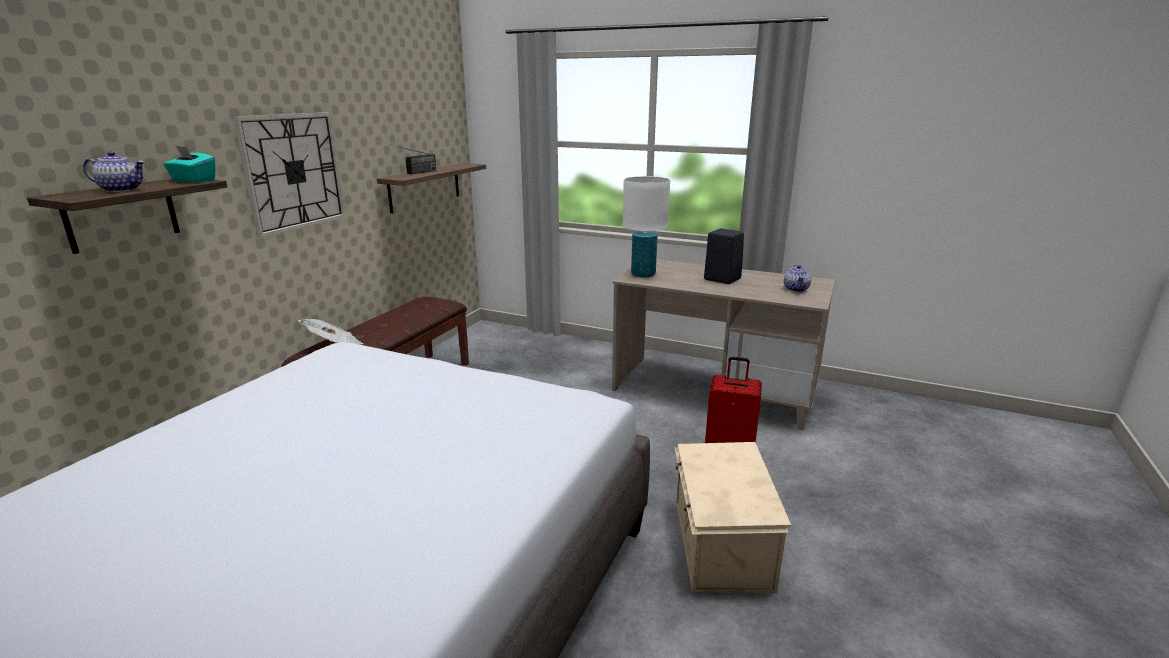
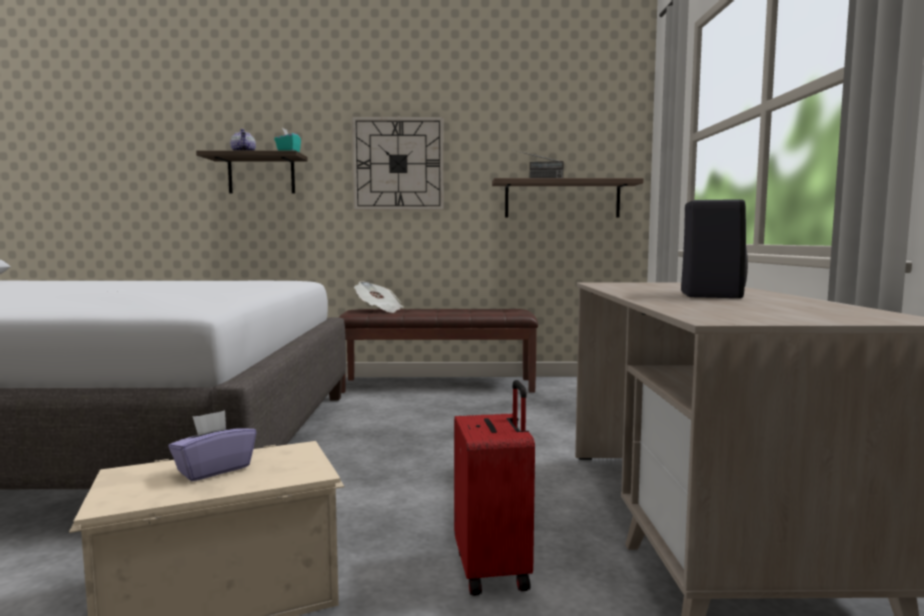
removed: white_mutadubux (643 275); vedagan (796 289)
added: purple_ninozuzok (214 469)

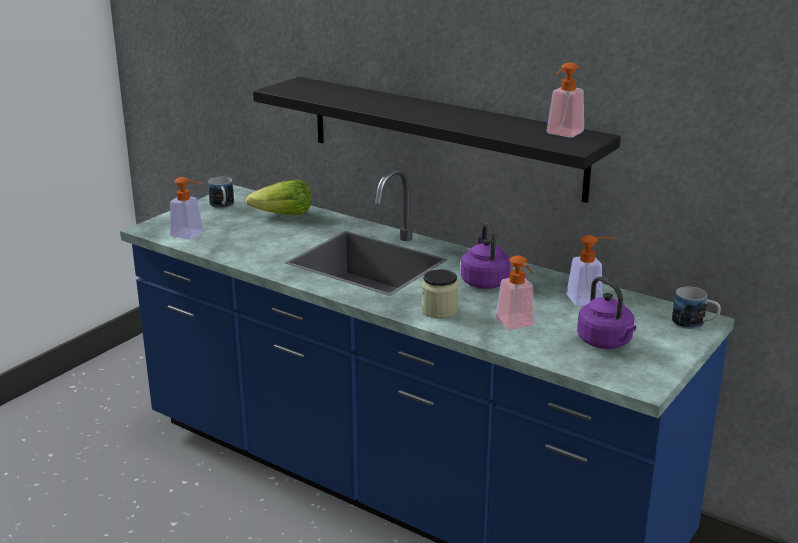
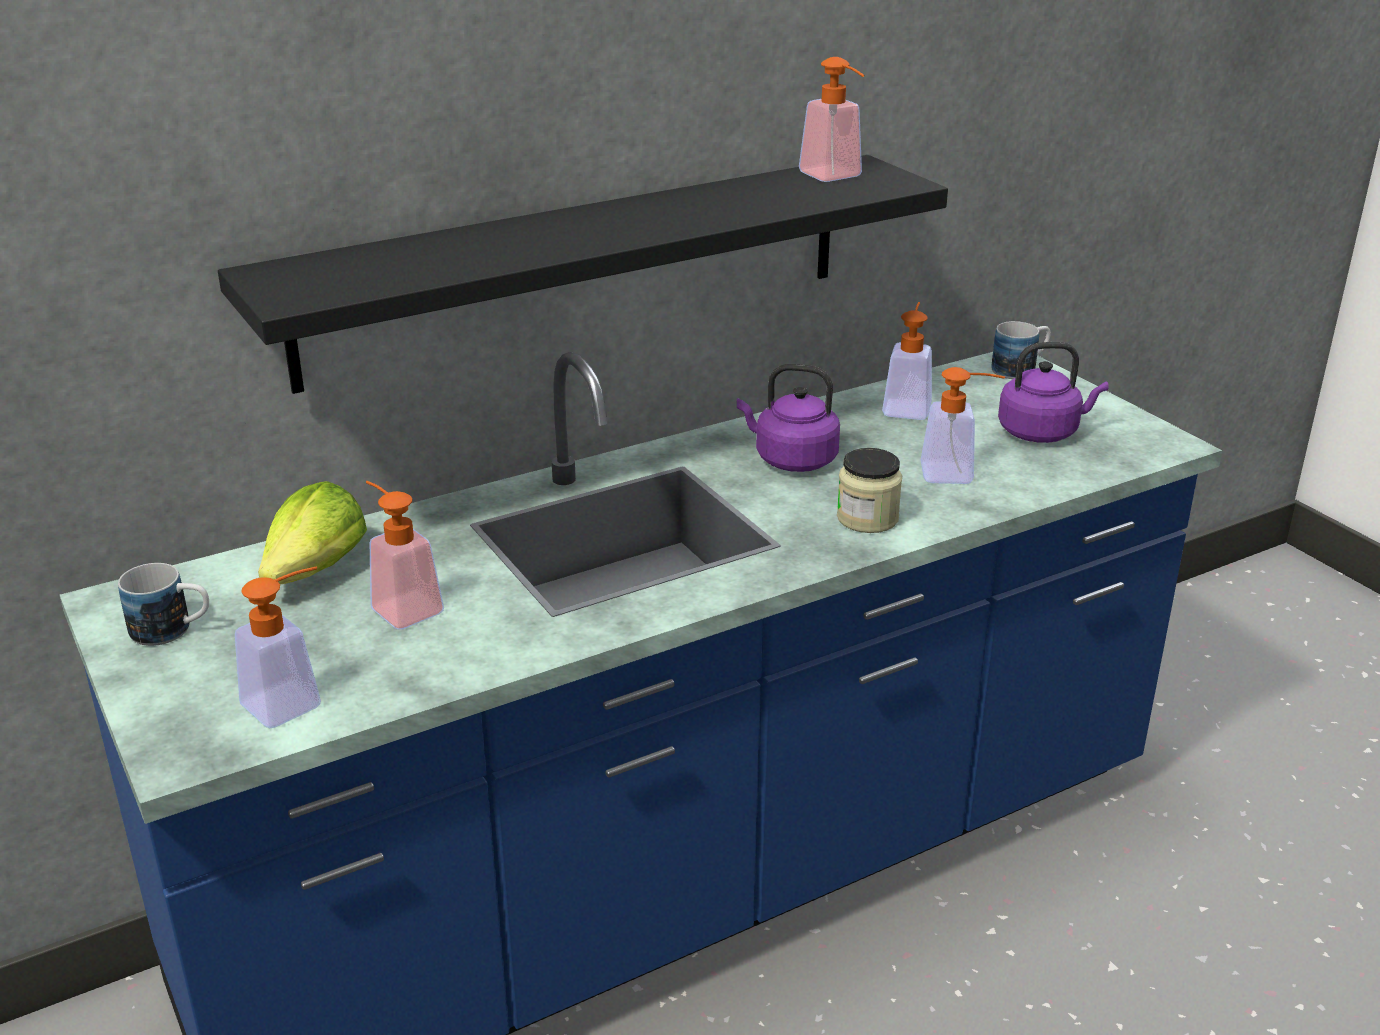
added: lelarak (401 606)

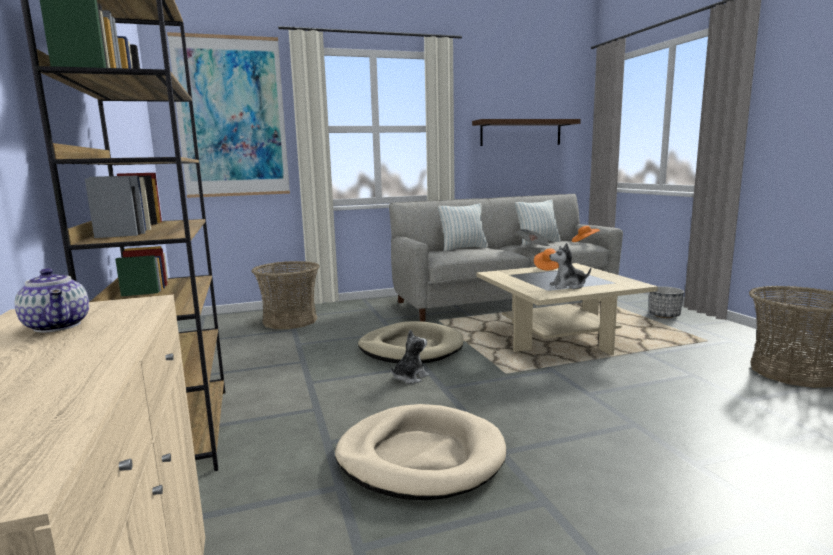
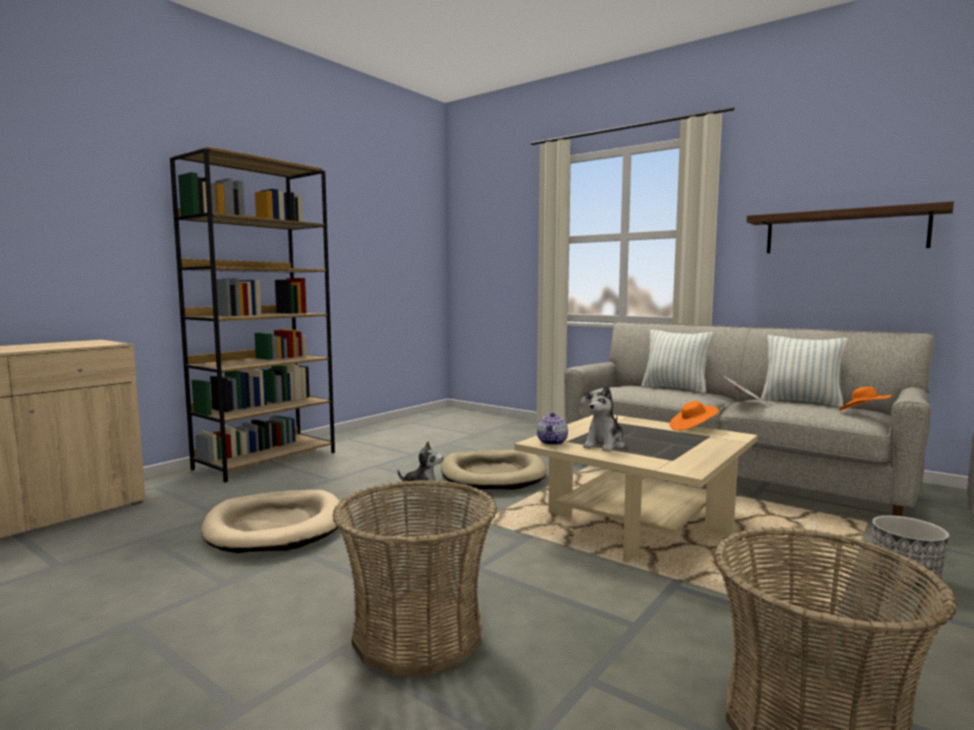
removed: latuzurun (232 118)
moved: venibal (290 321) to (418 634); vedagan (59 326) to (553 442)
turned: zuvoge (568 286) = (604 445) 105 degrees counterclockwise

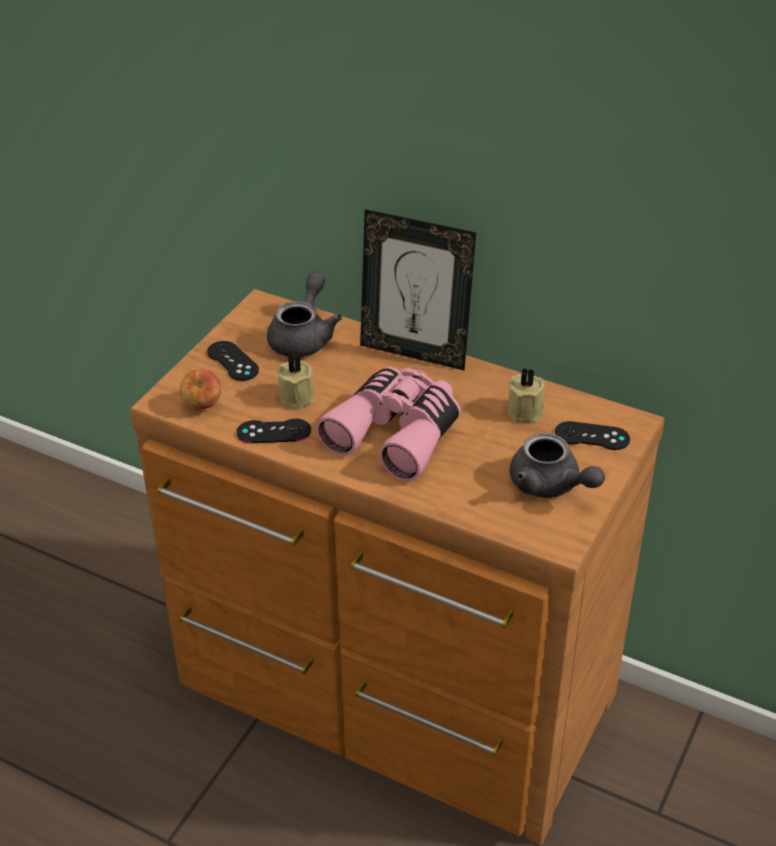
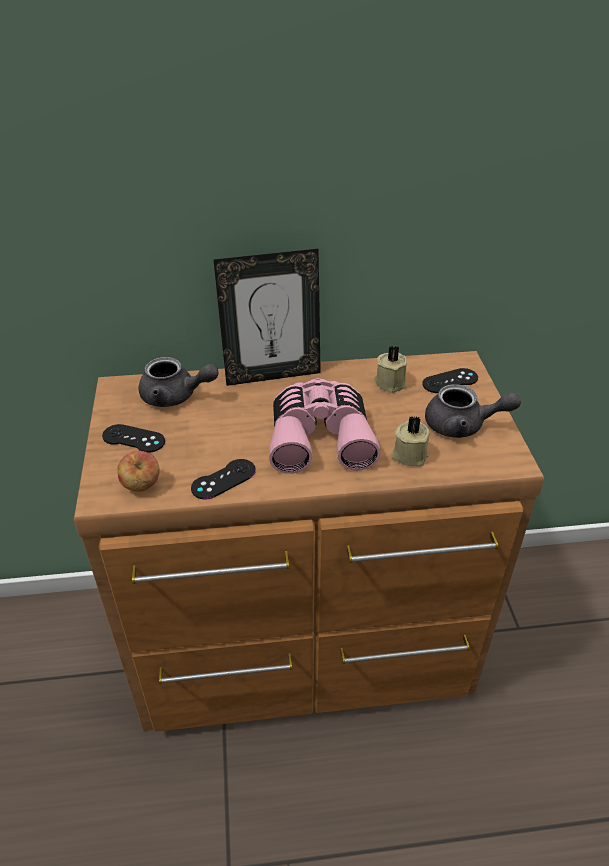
moved: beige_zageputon (298 396) to (409 454)
turned: grey_vedagan (304 337) = (175 396) 120 degrees clockwise

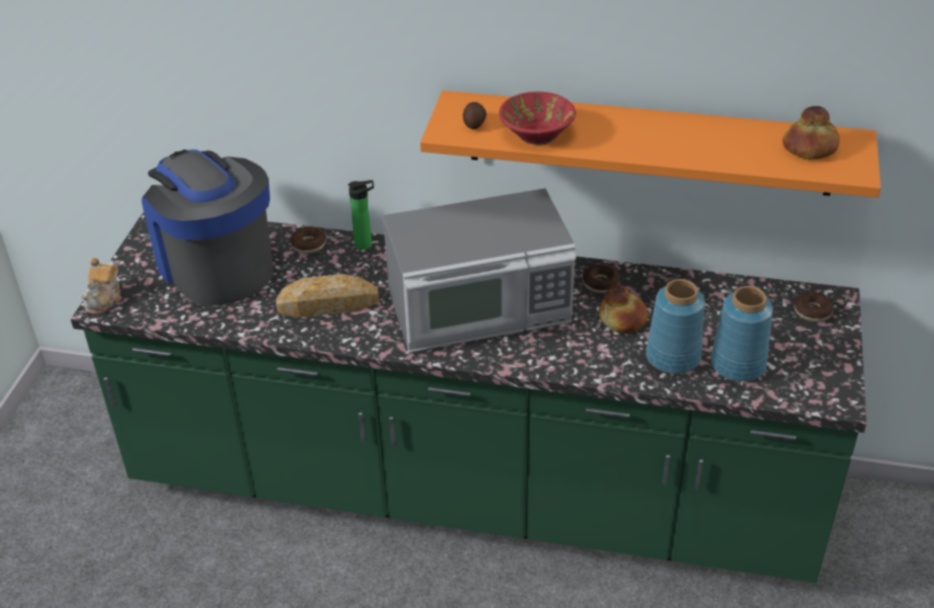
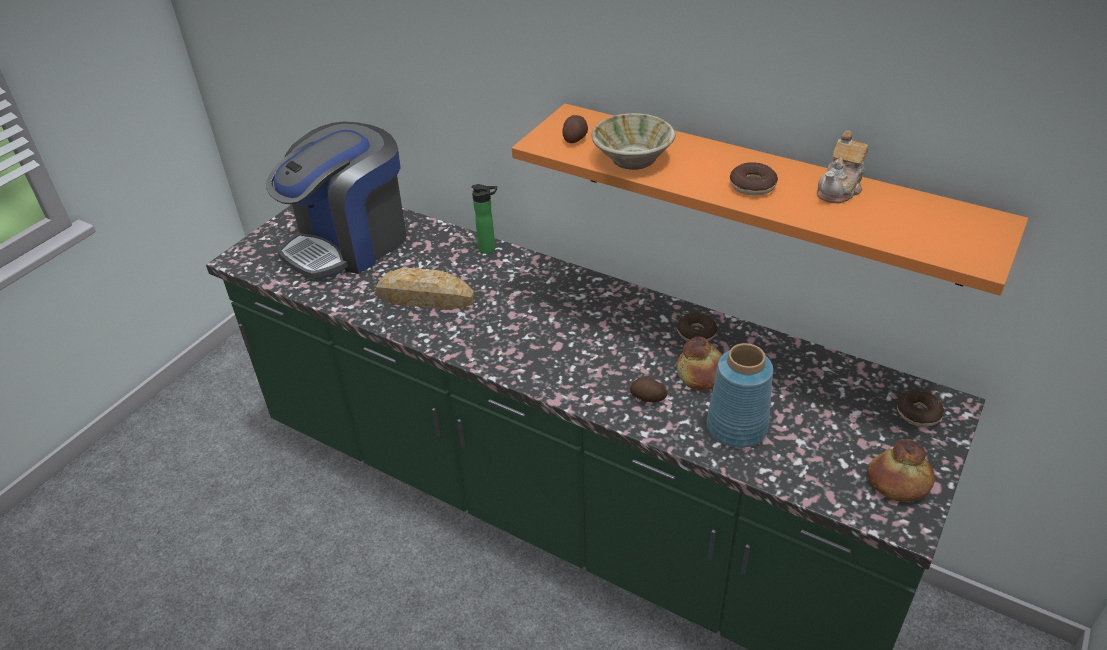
removed: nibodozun (480 308); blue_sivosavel (738 365)
added: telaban (647 398)
moved: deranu (810 148) to (899 482); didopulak (309 245) to (752 186); vedagan (105 299) to (840 189)
recoloured: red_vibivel (536 133) to beige_vibivel (632 158)
turned: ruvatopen (216 266) = (349 243) 120 degrees counterclockwise

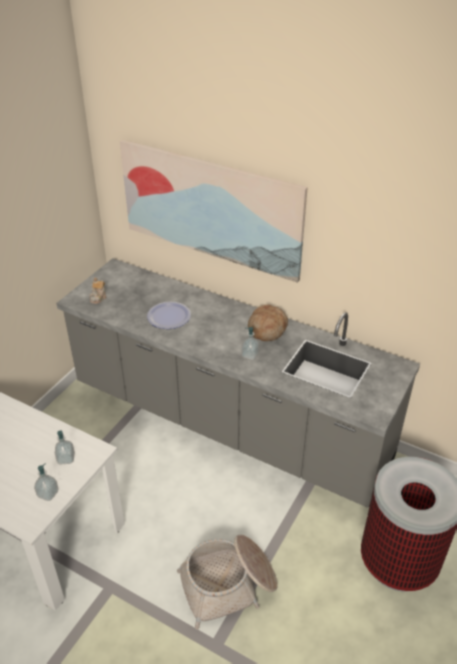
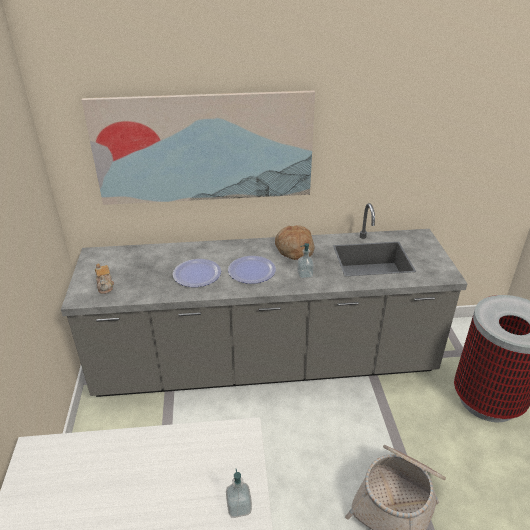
removed: lelarak (66 458)
added: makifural (252 270)

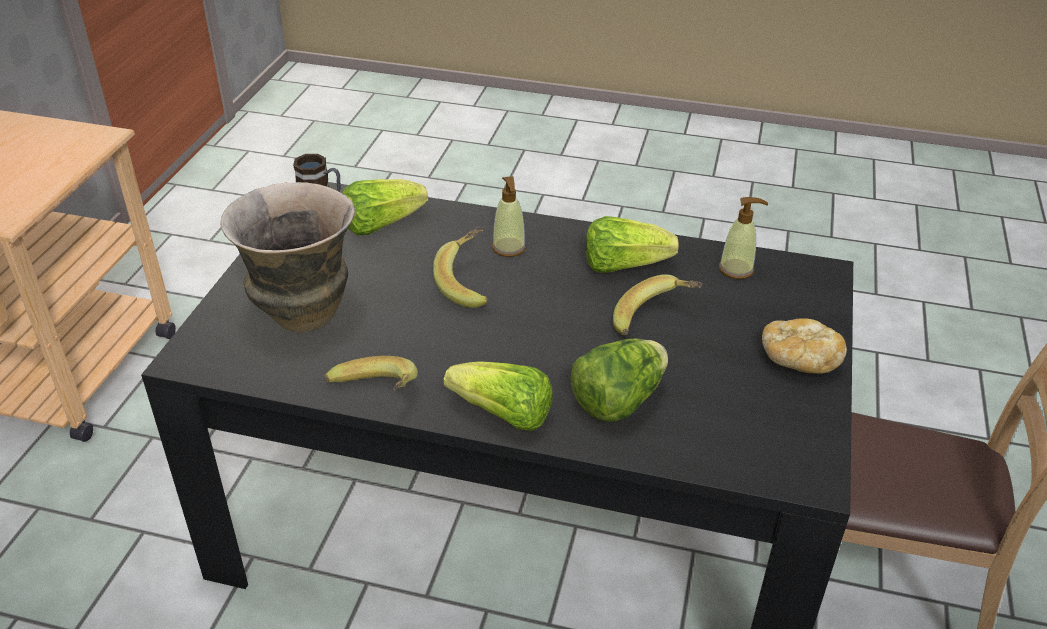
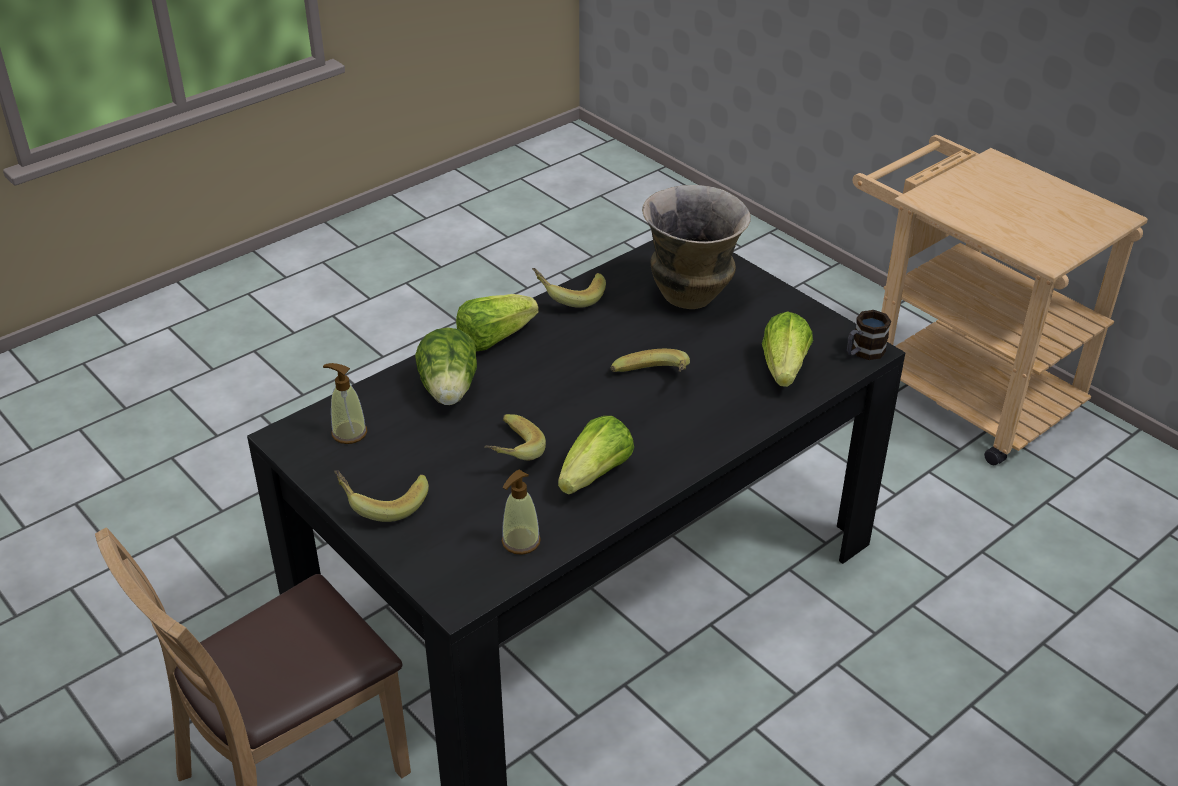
moved: lelarak (509 248) to (349 433)
replaced: deranu (797 360) to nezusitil (382 502)

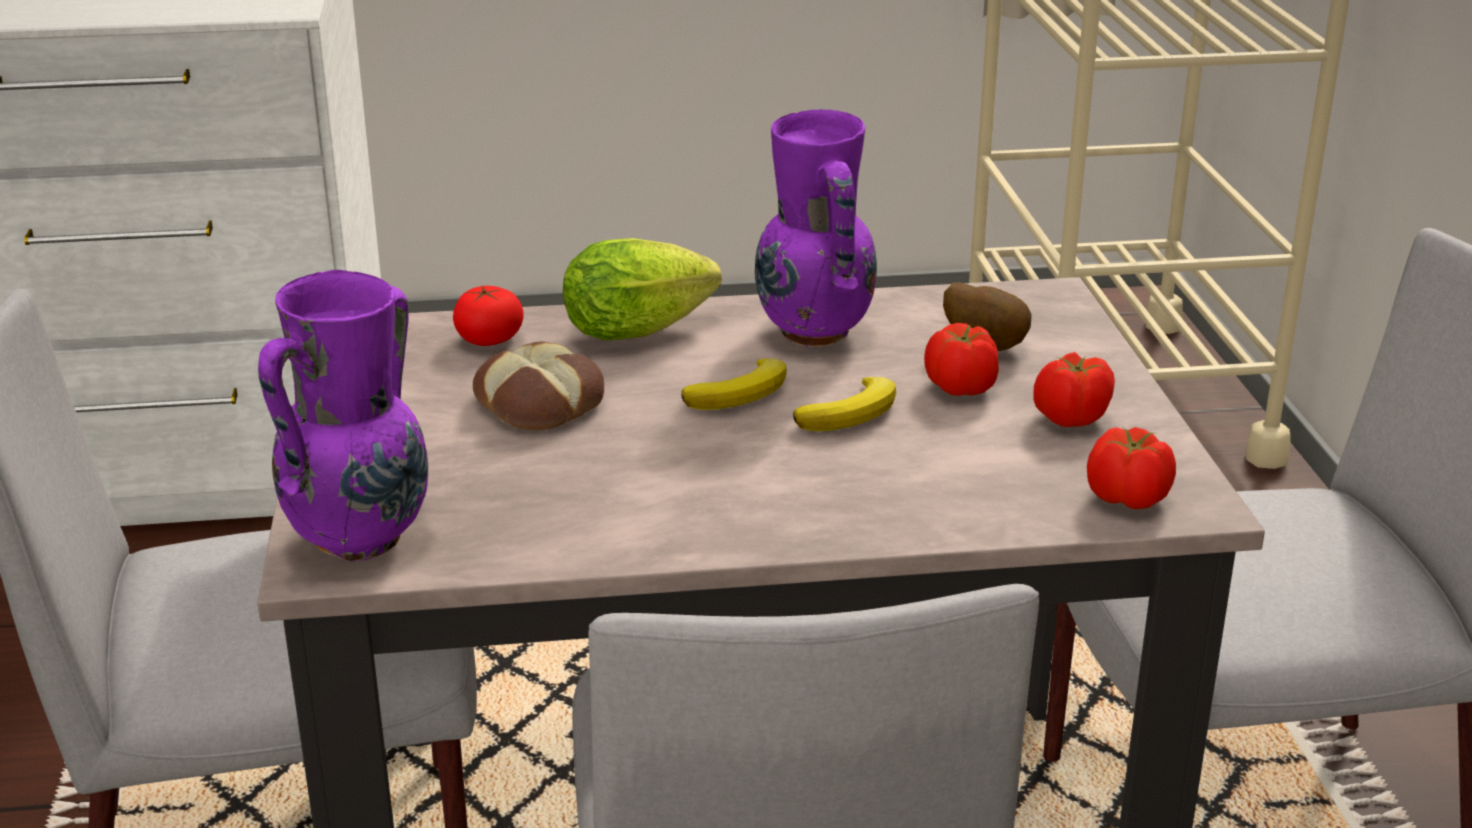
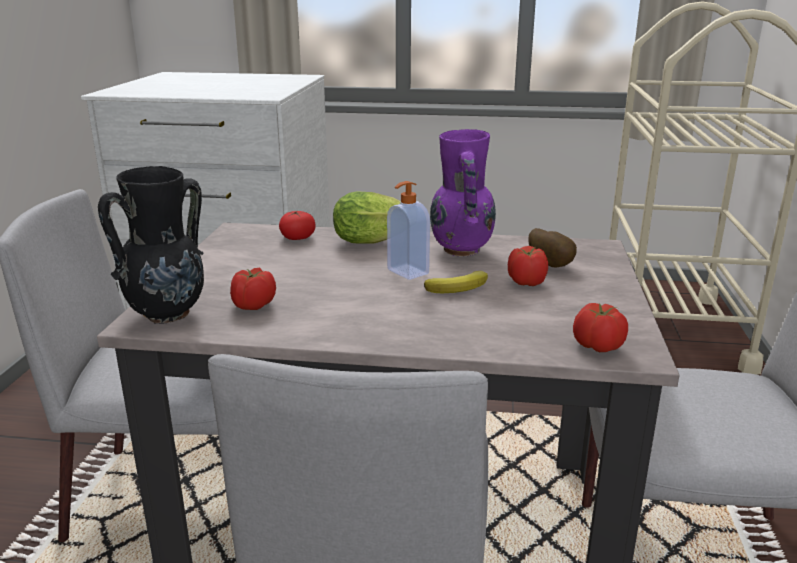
removed: deranu (541 402)
moved: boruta (1070 418) to (253 306)
replaced: nezusitil (742 393) to lelarak (406 272)
recoloured: purple_sivosavel (362 540) to black_sivosavel (169 314)

